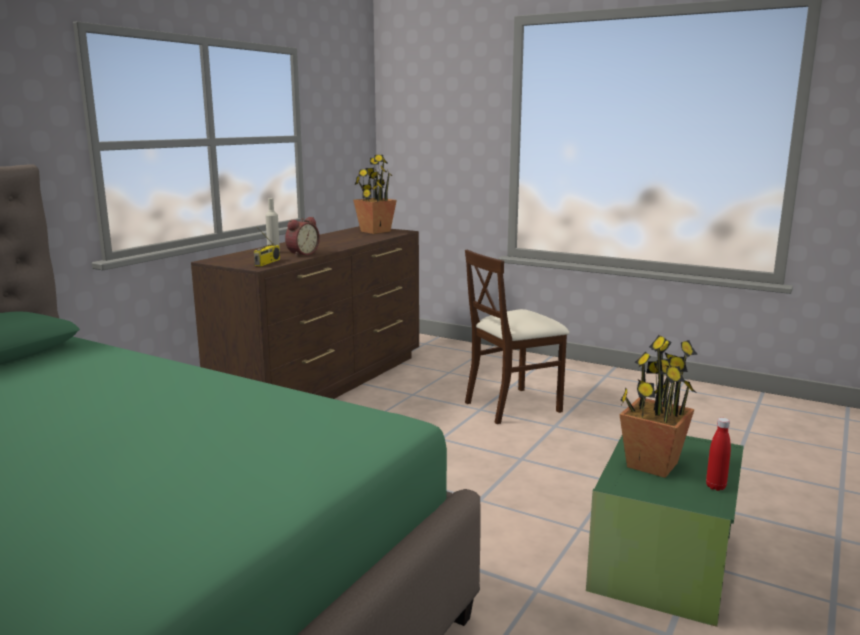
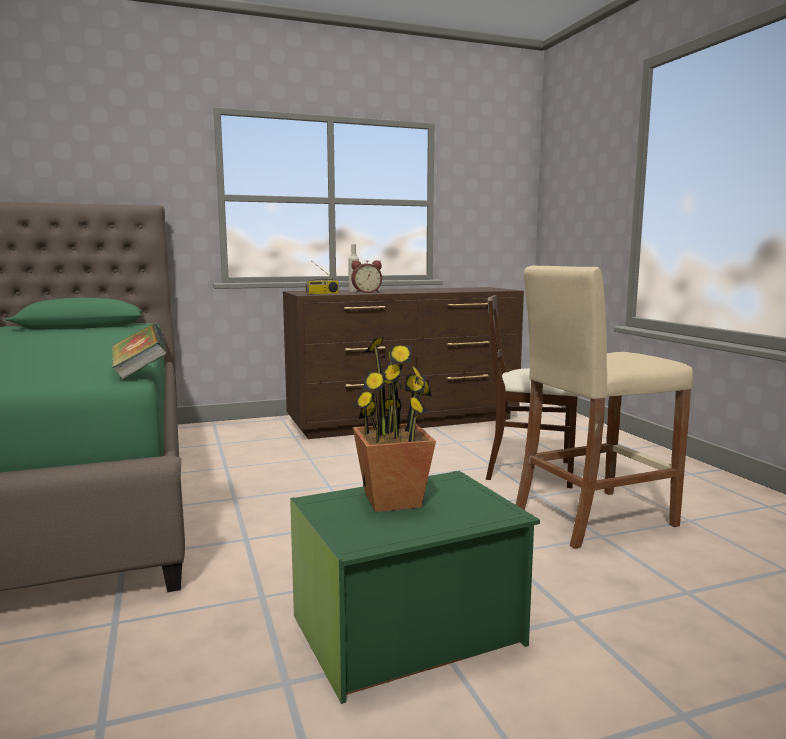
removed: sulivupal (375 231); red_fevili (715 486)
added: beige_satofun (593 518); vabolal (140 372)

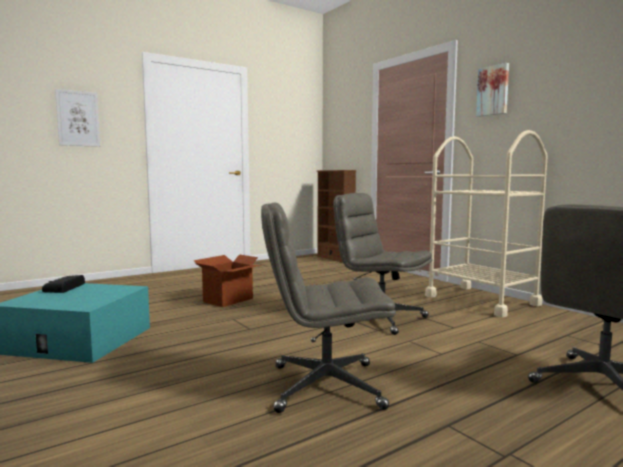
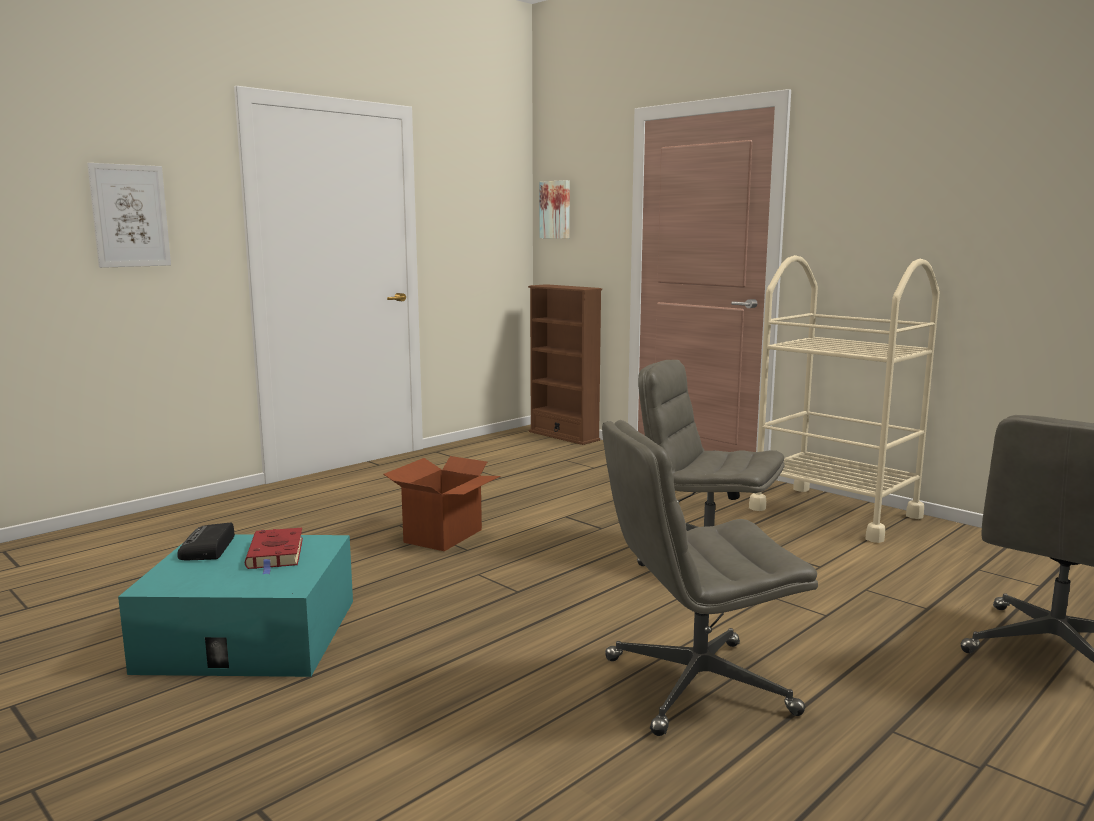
added: red_vabolal (276 554)
moved: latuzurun (493 90) to (556 209)

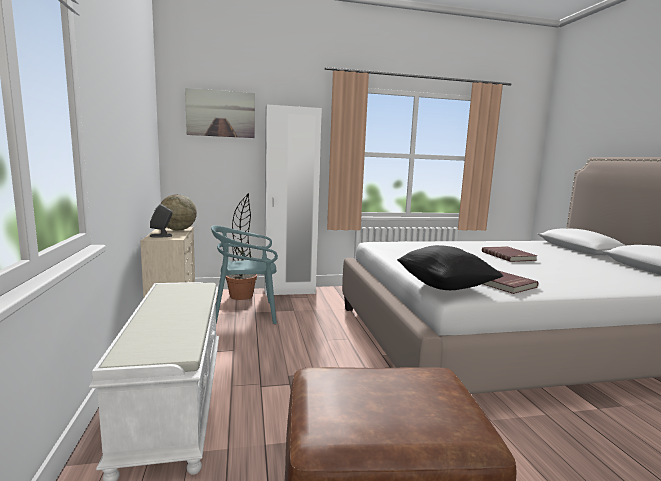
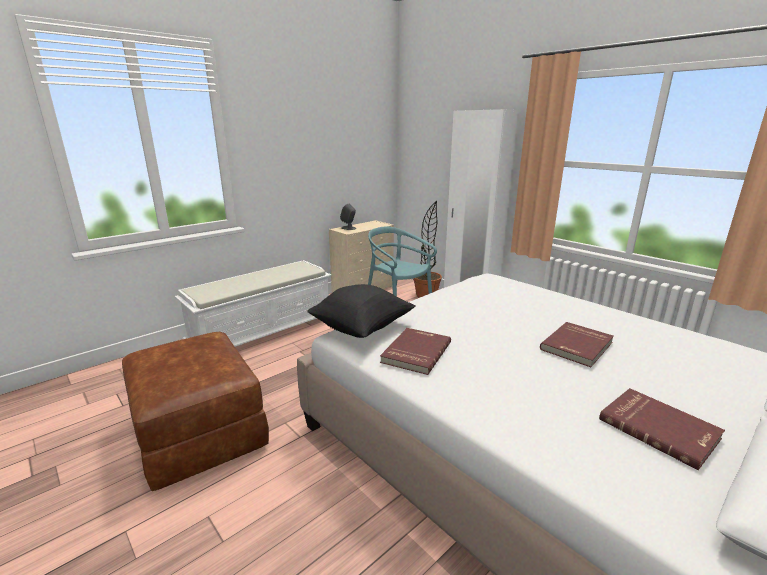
removed: latuzurun (220 113); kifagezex (178 230)
added: red_vabolal (659 428)

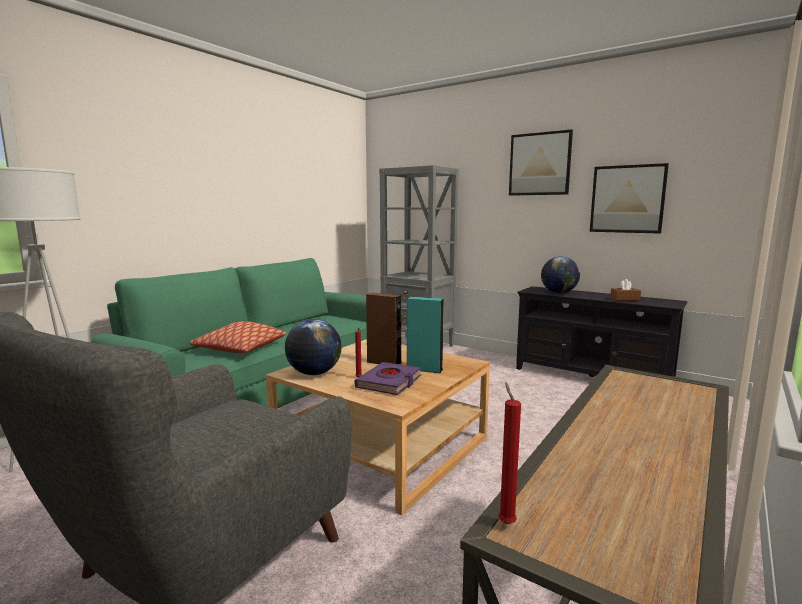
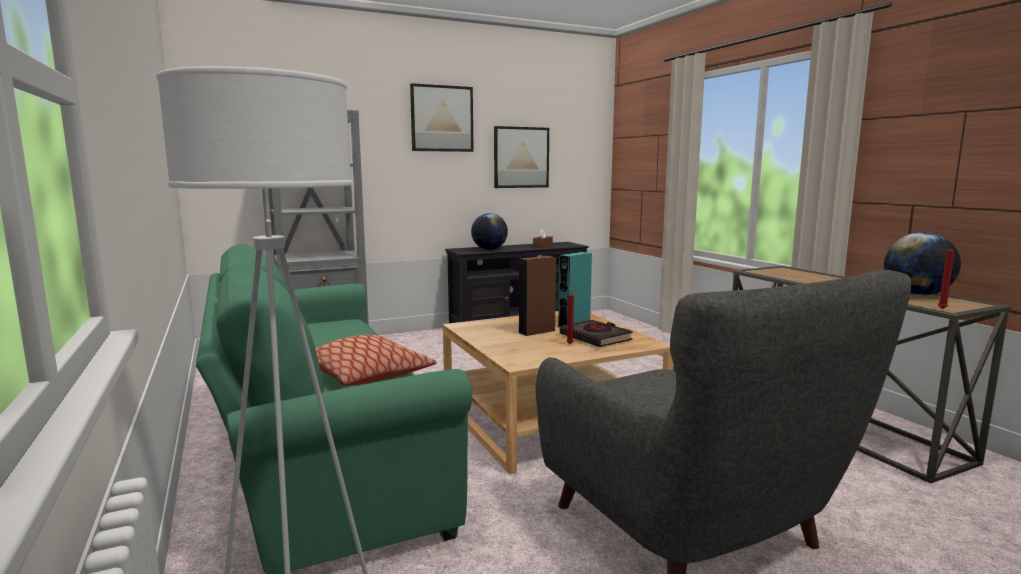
moved: kifagezex (314 373) to (917 295)
recoloured: purple_vabolal (389 382) to black_vabolal (595 338)

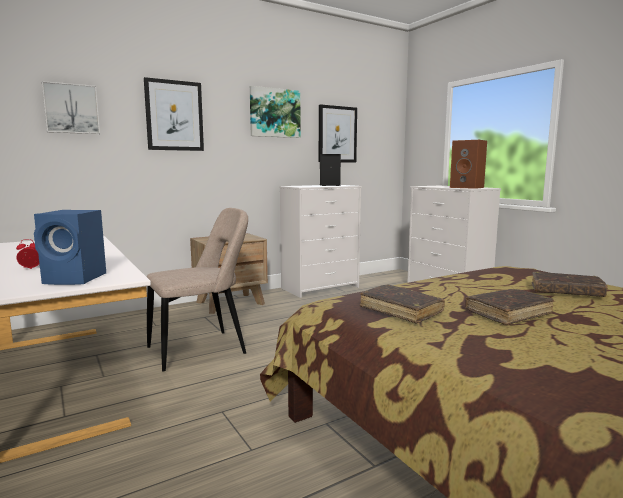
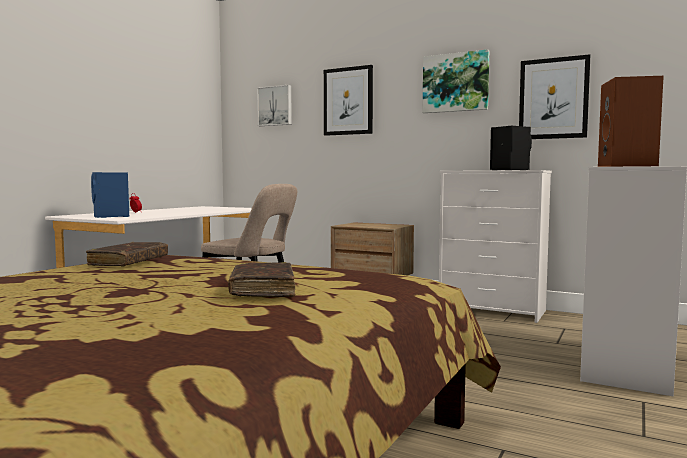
removed: brown_vabolal (508 313)

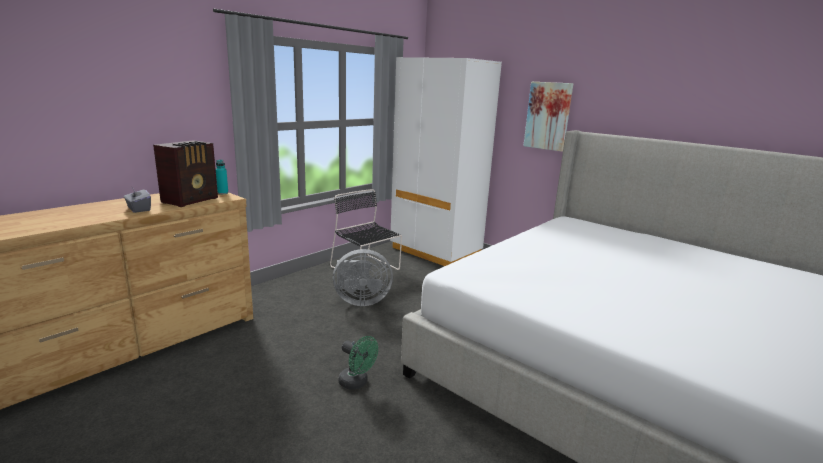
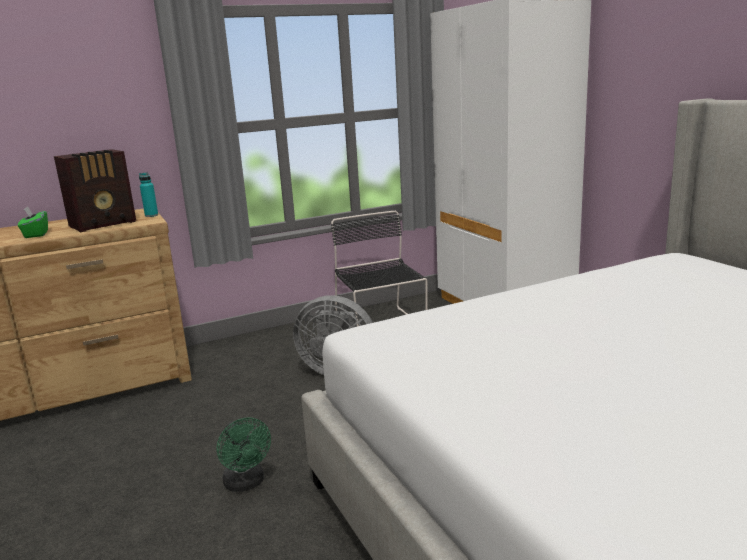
removed: latuzurun (548 116)
recoloured: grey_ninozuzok (138 209) to green_ninozuzok (36 234)

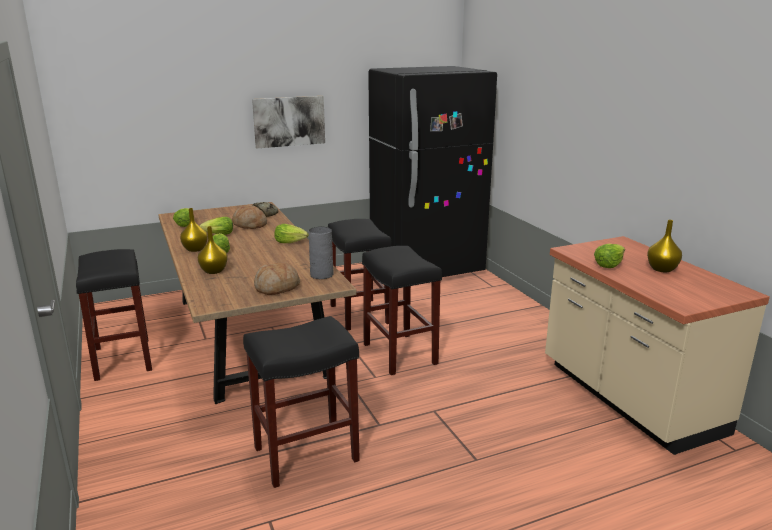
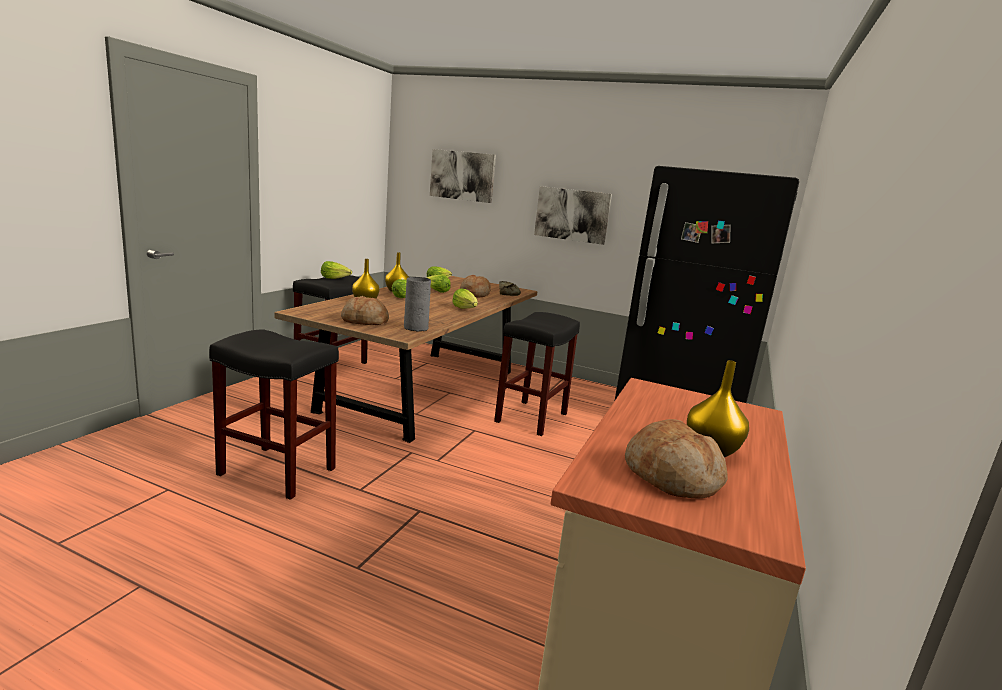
removed: black_satofun (400 354)
added: latuzurun (462 175); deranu (672 476)
moved: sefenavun (608 264) to (335 278)

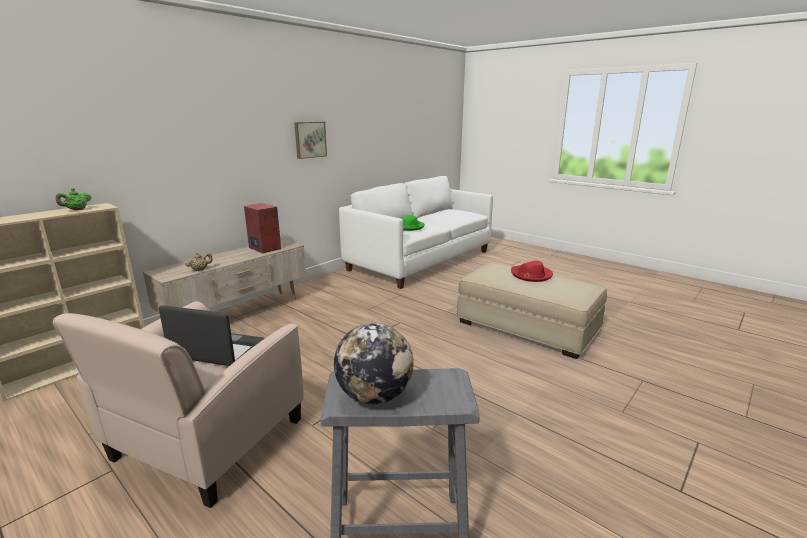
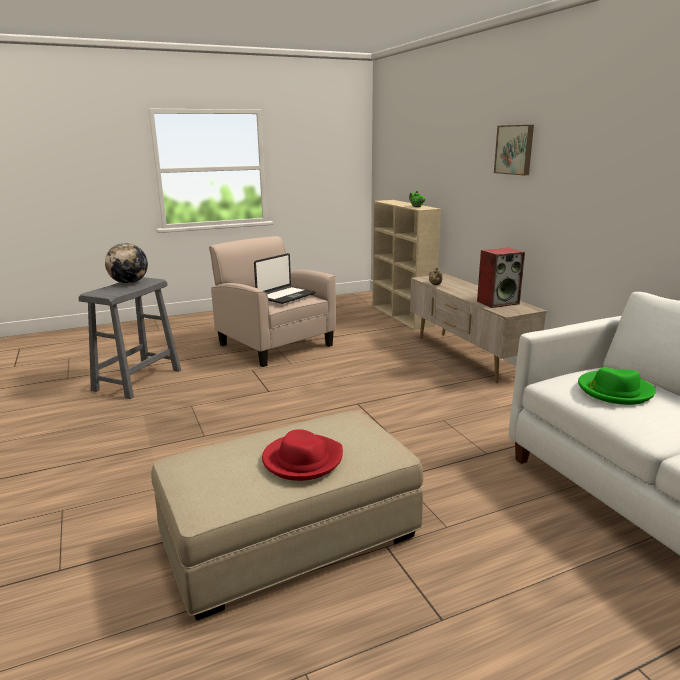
moved: latuzurun (310 139) to (515 149)

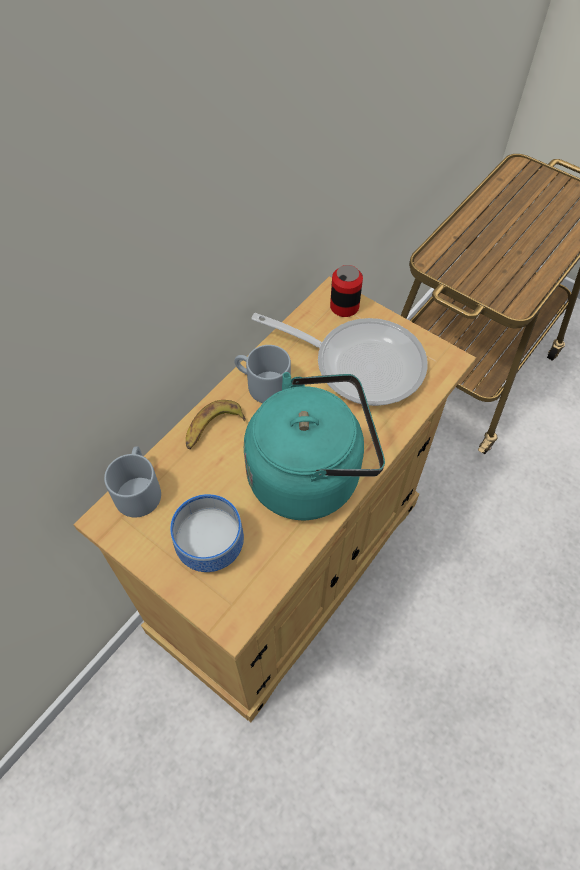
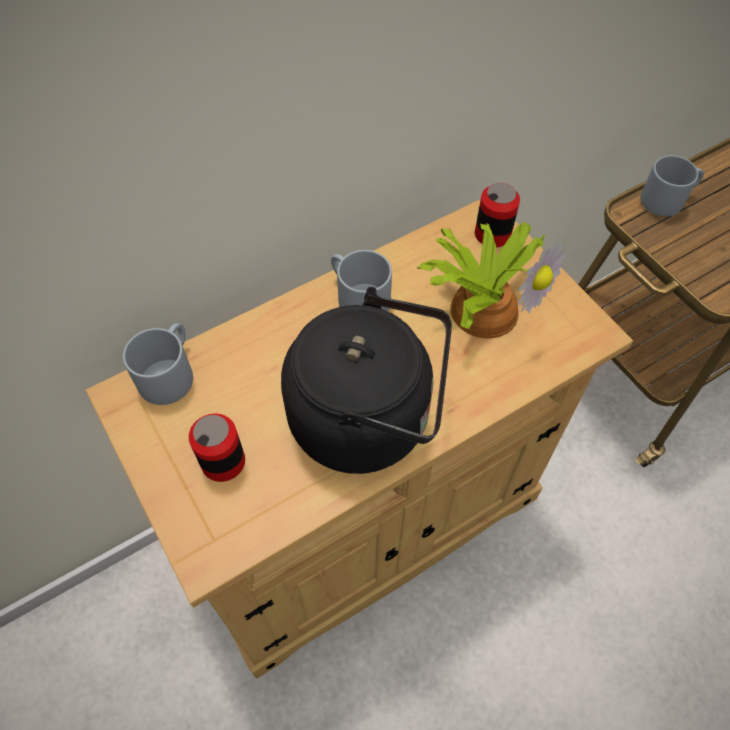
removed: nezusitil (213 428)
added: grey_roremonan (667 198)
replaced: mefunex (360 363) to sulivupal (483 306); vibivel (213 543) to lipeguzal (223 462)
recoloured: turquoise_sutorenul (310 474) to black_sutorenul (369 418)

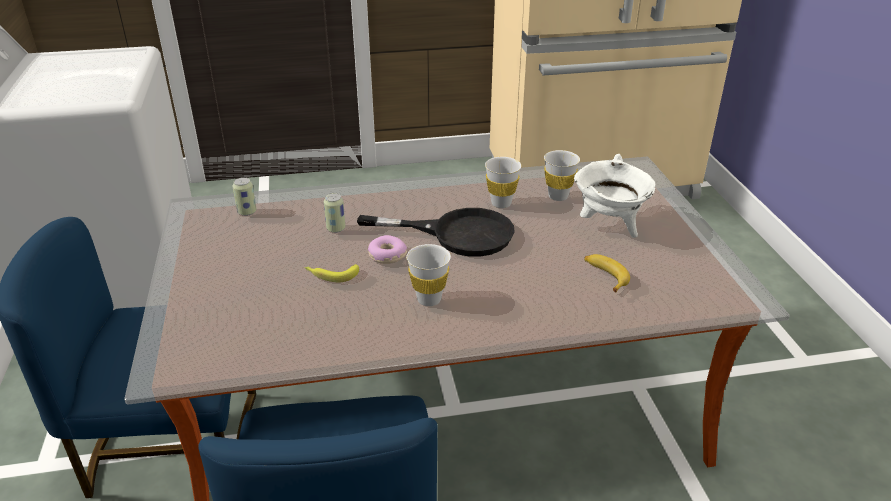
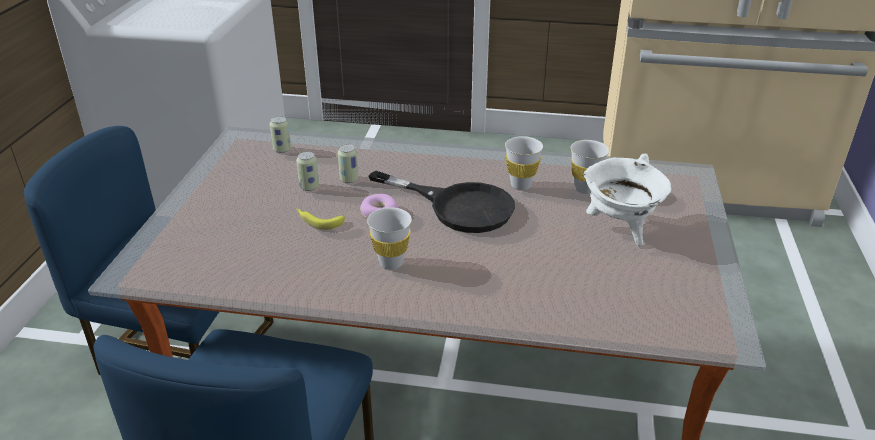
removed: nezusitil (605 276)
added: lipeguzal (309 187)

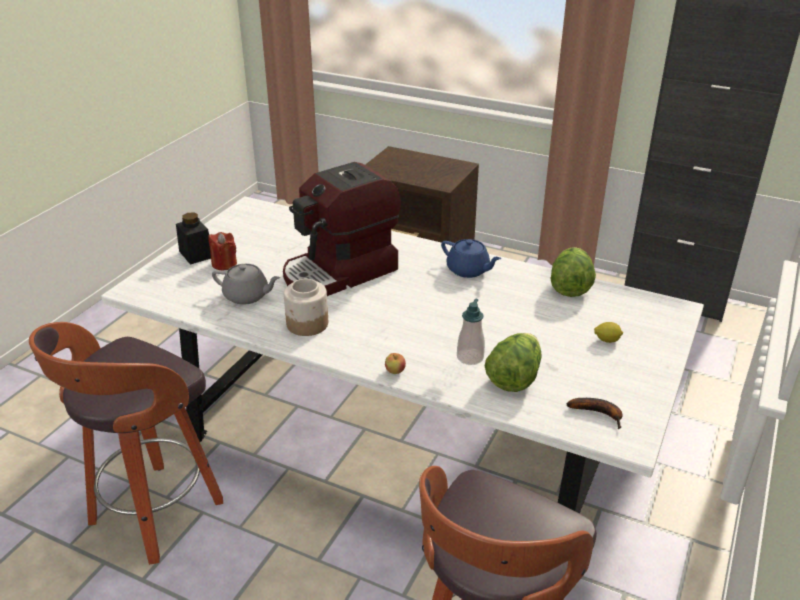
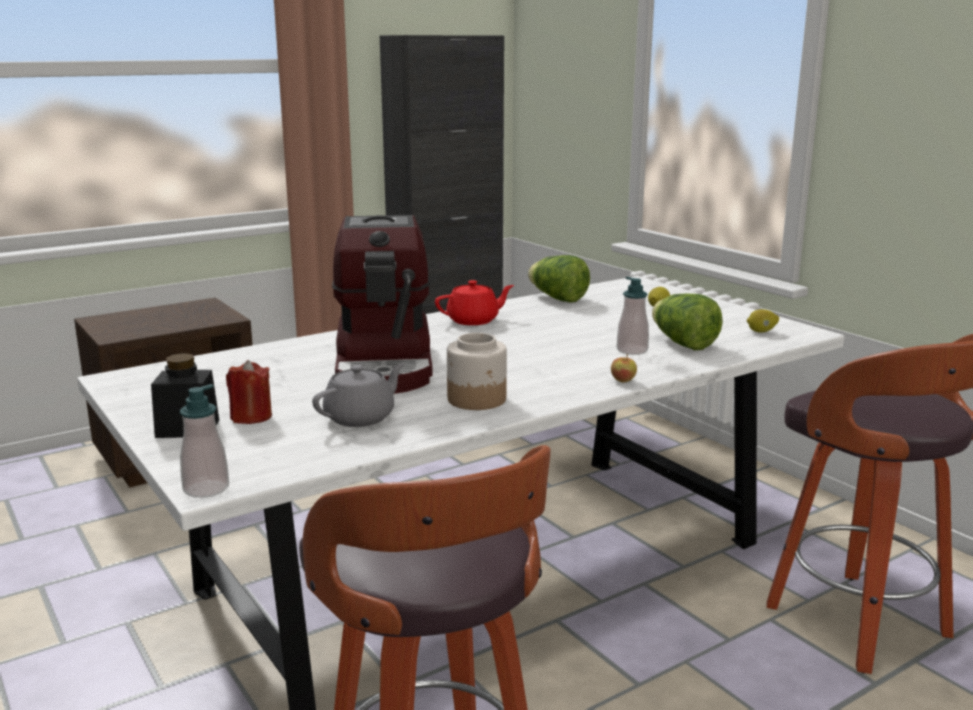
added: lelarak (206 488)
replaced: nezusitil (599 413) to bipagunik (761 332)
recoloured: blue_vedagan (468 270) to red_vedagan (474 320)

